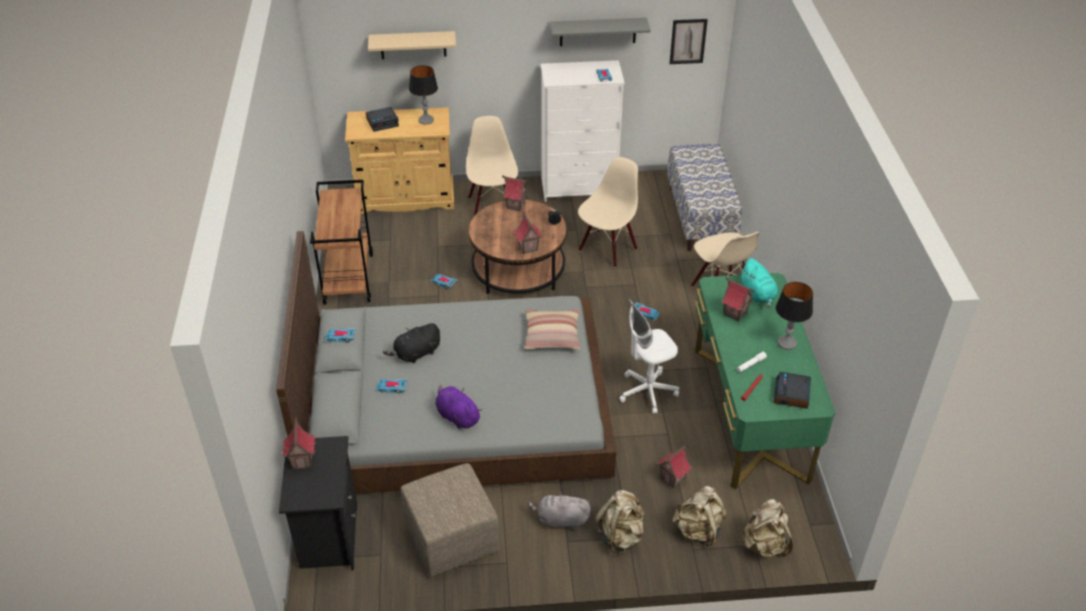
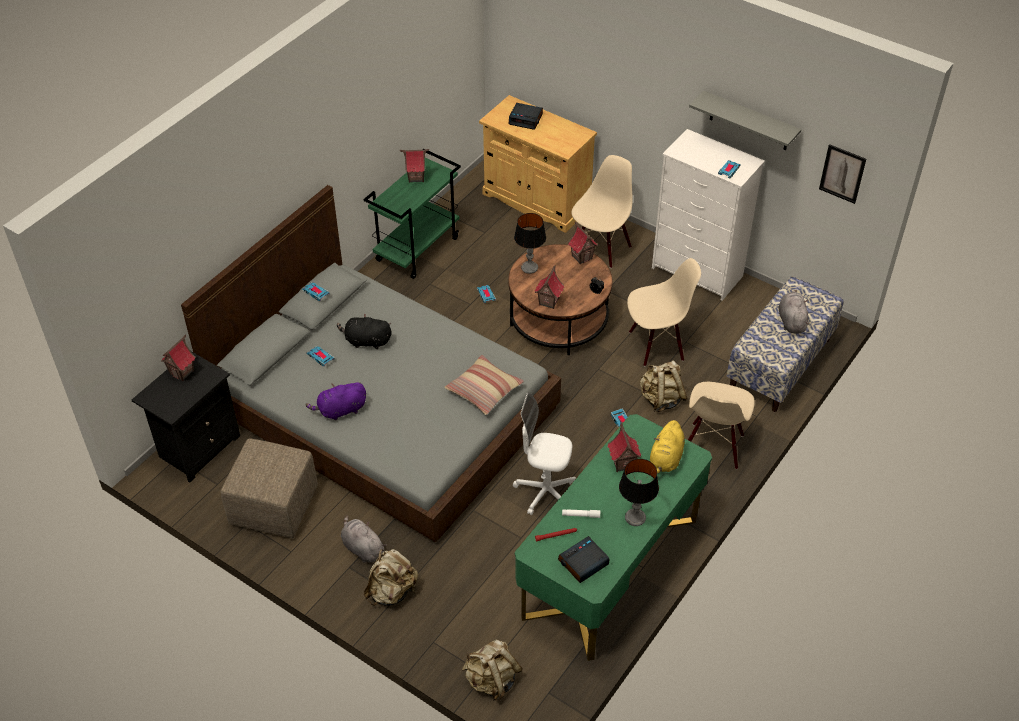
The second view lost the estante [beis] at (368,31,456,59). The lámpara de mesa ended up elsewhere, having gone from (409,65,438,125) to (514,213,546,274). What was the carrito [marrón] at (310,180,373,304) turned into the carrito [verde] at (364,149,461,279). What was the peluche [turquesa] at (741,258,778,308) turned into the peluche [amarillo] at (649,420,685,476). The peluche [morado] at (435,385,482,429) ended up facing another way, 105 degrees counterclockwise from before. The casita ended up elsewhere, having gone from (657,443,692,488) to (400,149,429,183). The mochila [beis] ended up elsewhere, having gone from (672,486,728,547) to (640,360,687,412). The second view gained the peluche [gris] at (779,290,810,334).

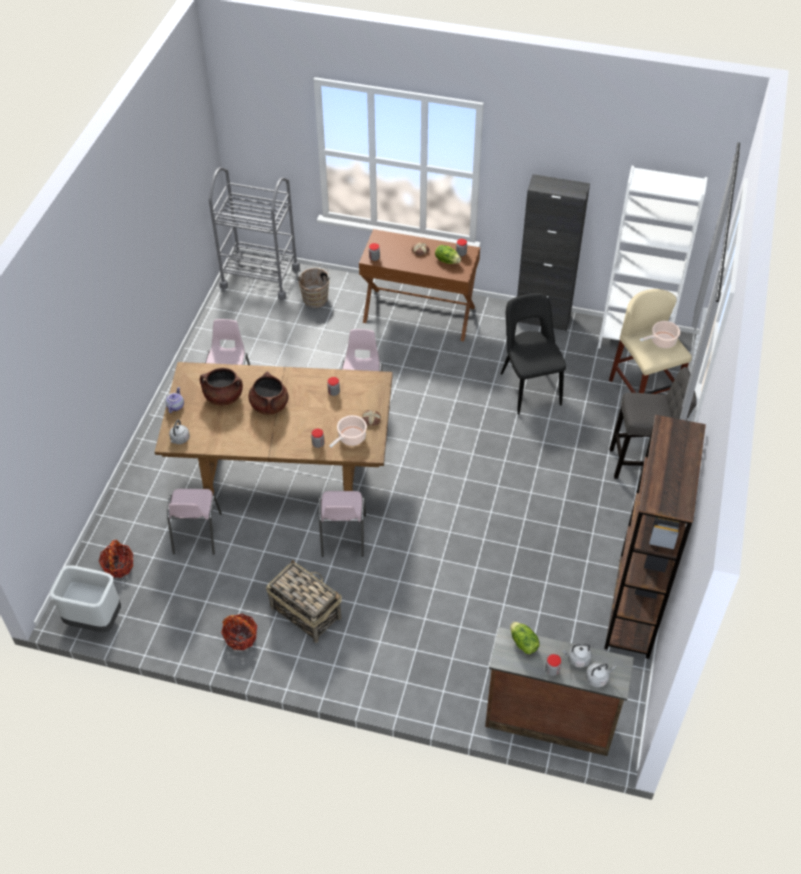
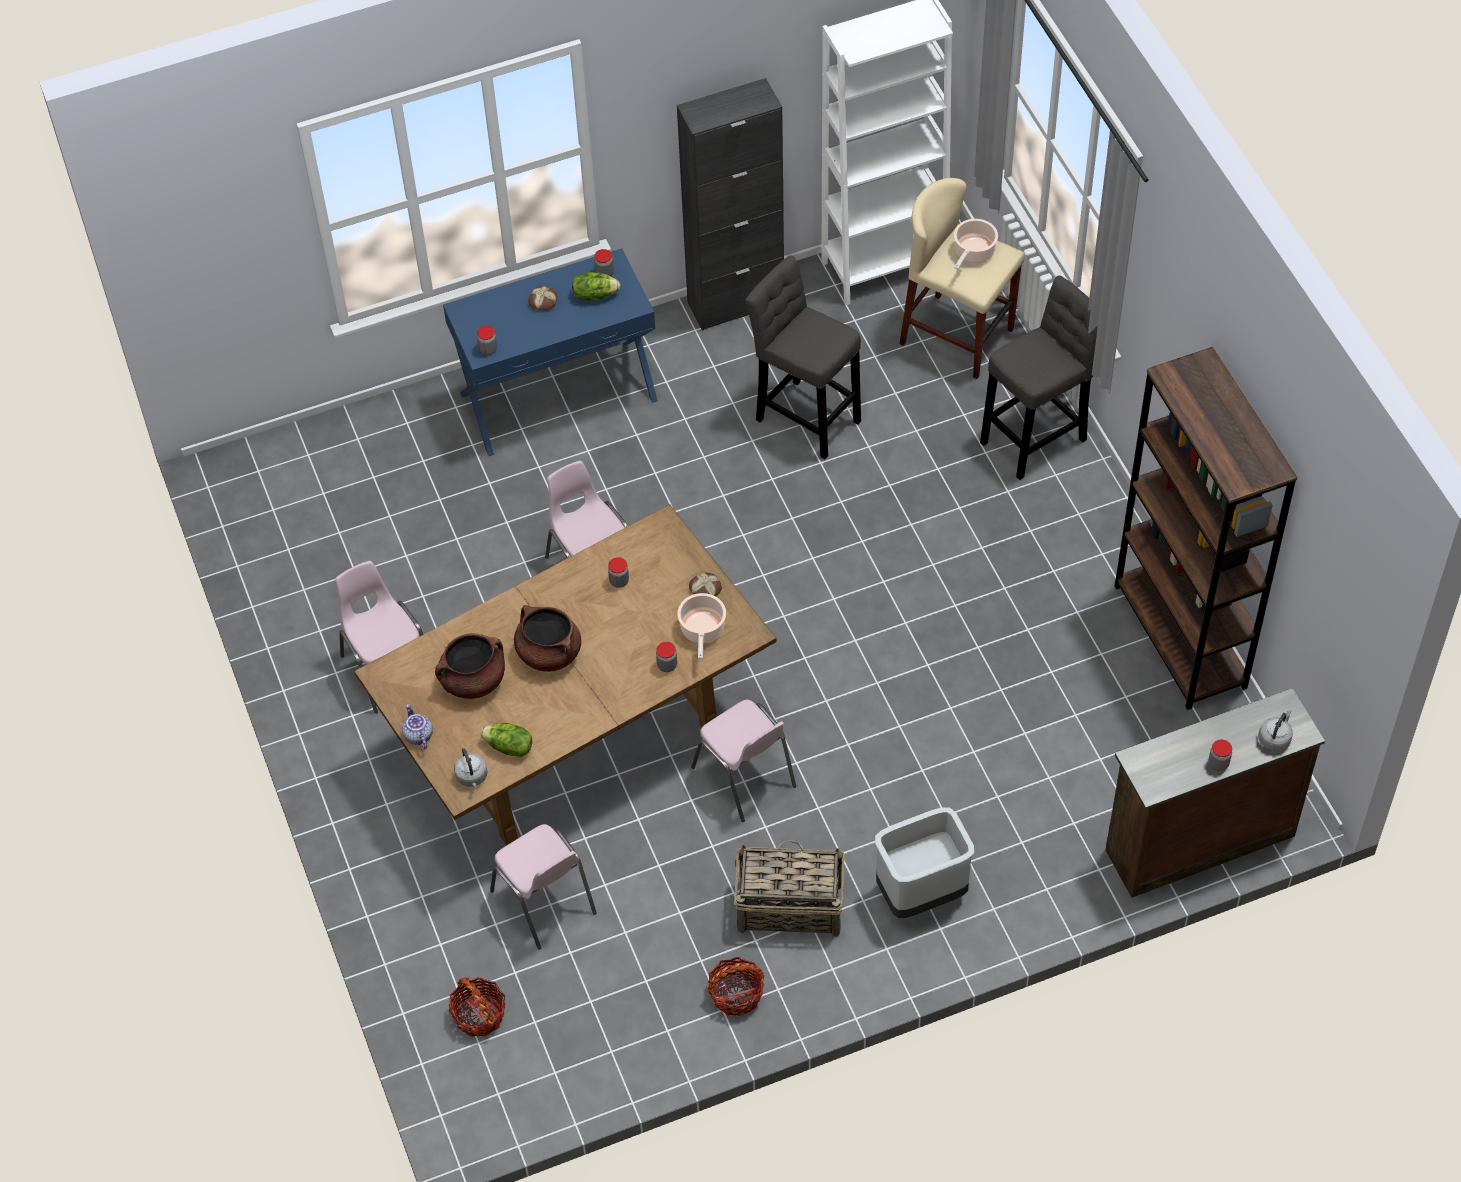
The second view lost the carrito [gris] at (209,167,300,300). What was the mesa consola [marrón] at (359,229,480,341) turned into the mesa consola [azul] at (443,248,658,456). The second view lost the cubo [marrón] at (297,265,330,308). Where the silla [negro] stood at (501,293,566,415), the taburete [gris] came to stand at (745,255,861,459). The papelera [gris] ended up elsewhere, having gone from (50,565,121,632) to (875,807,974,918). The lechuga ended up elsewhere, having gone from (510,622,540,654) to (481,723,532,757). The second view lost the hervidor [gris] at (562,644,592,668).

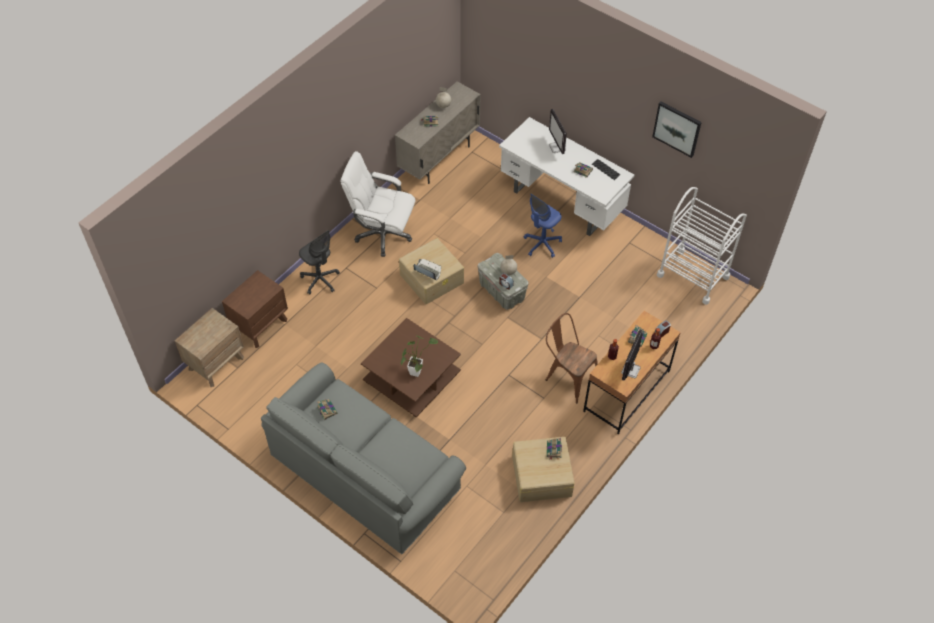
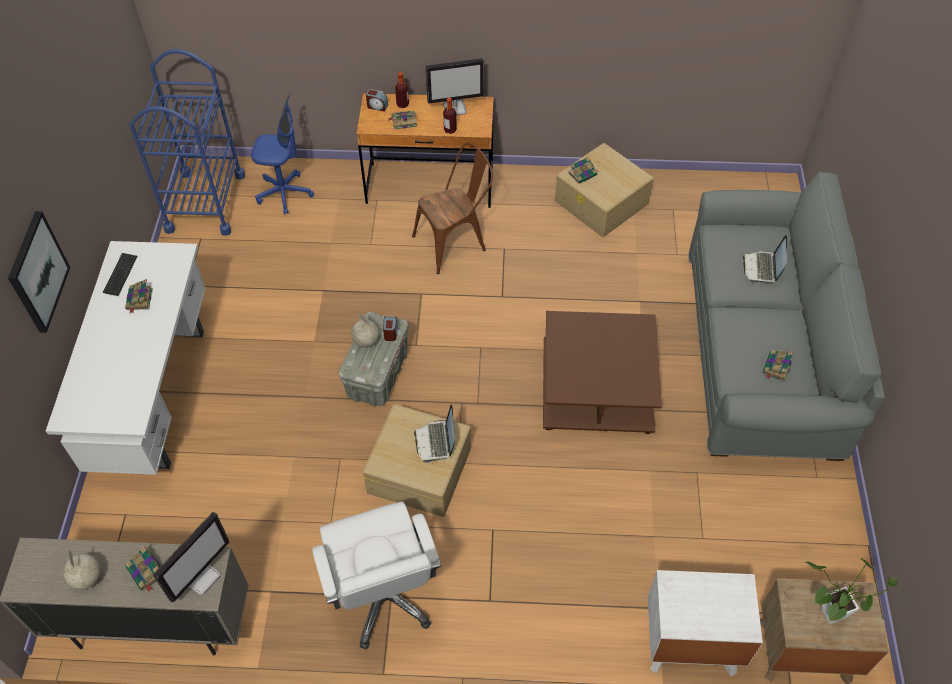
The cuadro ended up elsewhere, having gone from (652,102,702,158) to (8,211,70,333). The monitor ended up elsewhere, having gone from (549,109,567,154) to (153,512,229,602). What was the carrito [blanco] at (657,187,747,305) turned into the carrito [azul] at (129,49,245,236). The silla de oficina [azul] ended up elsewhere, having gone from (524,194,562,258) to (251,95,314,215). The second view lost the silla de oficina [gris] at (299,230,340,294). What was the mesita de noche [marrón] at (222,270,288,348) turned into the mesita de noche [blanco] at (647,570,763,676). The silla [marrón] at (546,313,598,403) ended up facing another way, 120 degrees counterclockwise from before. The planta en maceta ended up elsewhere, having gone from (401,336,438,377) to (805,558,898,624). The second view gained the portátil at (743,235,787,283).

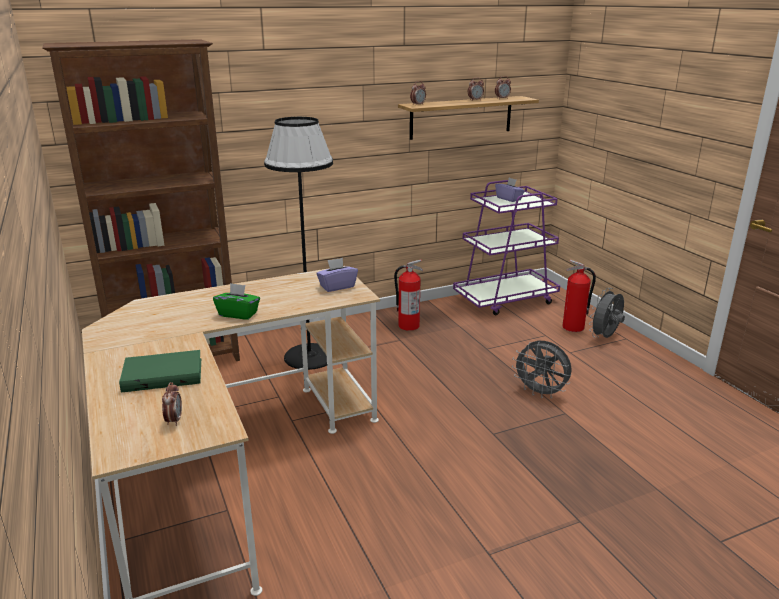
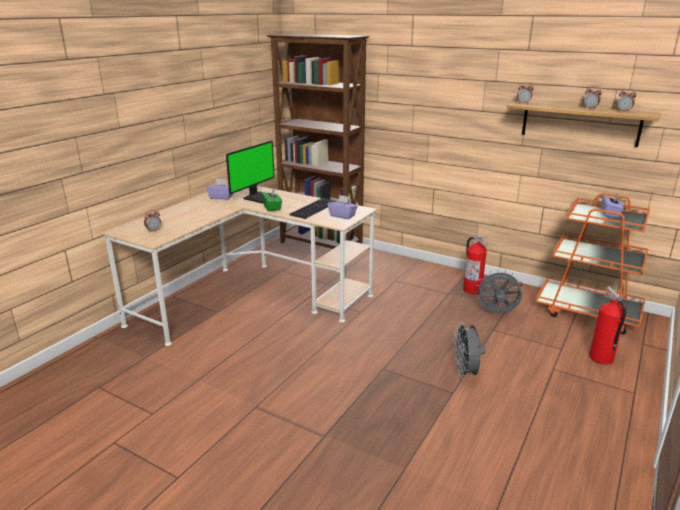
The second view lost the lámpara de pie [negro] at (264,117,333,370). What was the carrito [morado] at (453,180,560,315) turned into the carrito [naranja] at (536,193,650,334). The ventilador [gris] ended up elsewhere, having gone from (589,288,625,338) to (475,270,524,313). The second view lost the libro [verde] at (119,350,201,393). The second view gained the monitor at (226,141,274,203). The second view gained the caja de pañuelos [morado] at (206,179,233,200). The second view gained the teclado at (290,198,337,219).

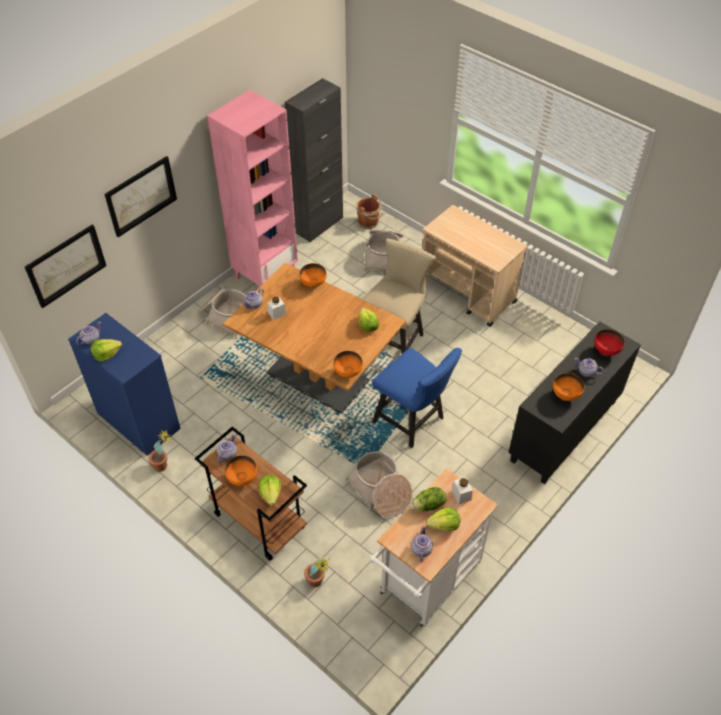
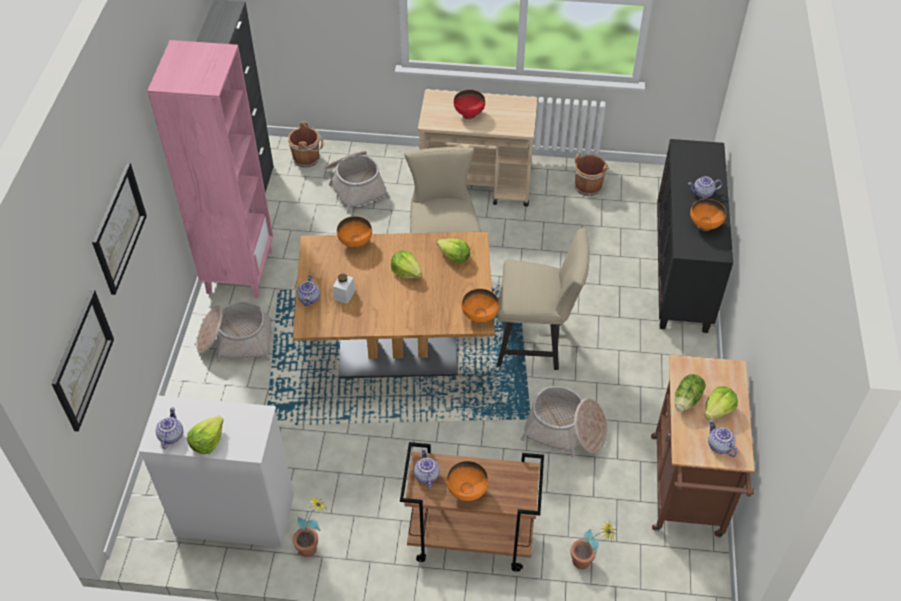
What was the cómoda [azul] at (68,313,181,456) turned into the cómoda [blanco] at (139,395,294,547). The cuenco [rojo] ended up elsewhere, having gone from (594,329,625,356) to (454,90,485,119). What was the silla [azul] at (372,348,462,448) turned into the silla [beis] at (497,228,590,370). What was the carrito [blanco] at (369,468,498,628) turned into the carrito [marrón] at (651,354,755,538). The lechuga ended up elsewhere, having gone from (259,475,281,506) to (391,250,422,278). The second view lost the tarro [blanco] at (452,477,473,504). The second view gained the cubo [marrón] at (574,153,609,196).

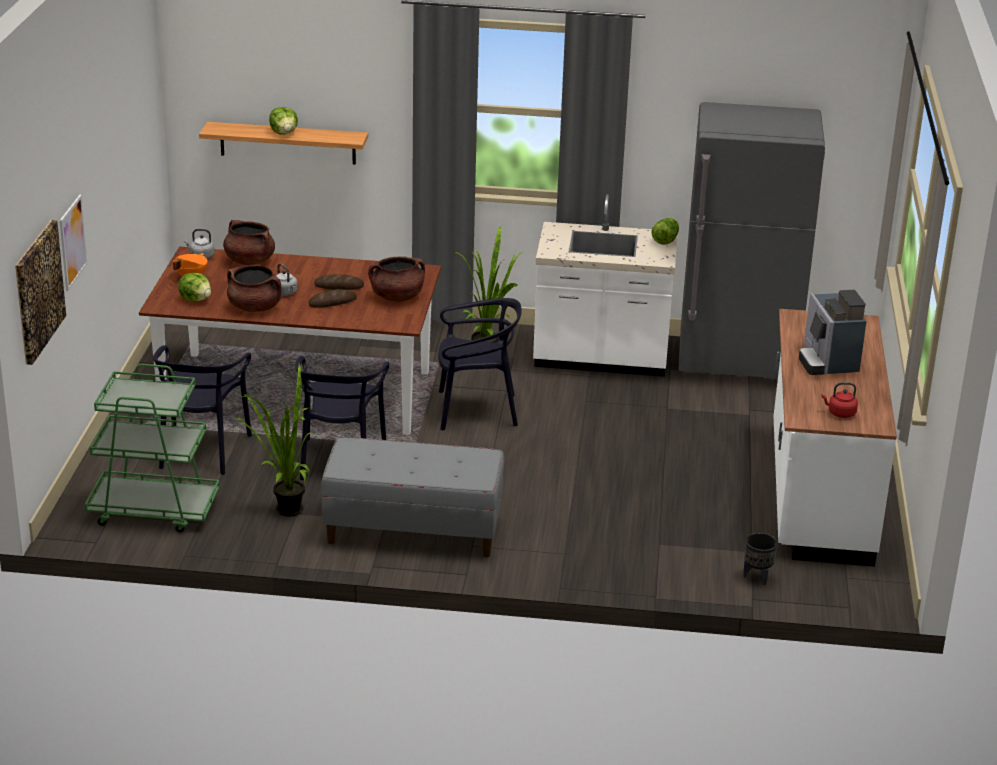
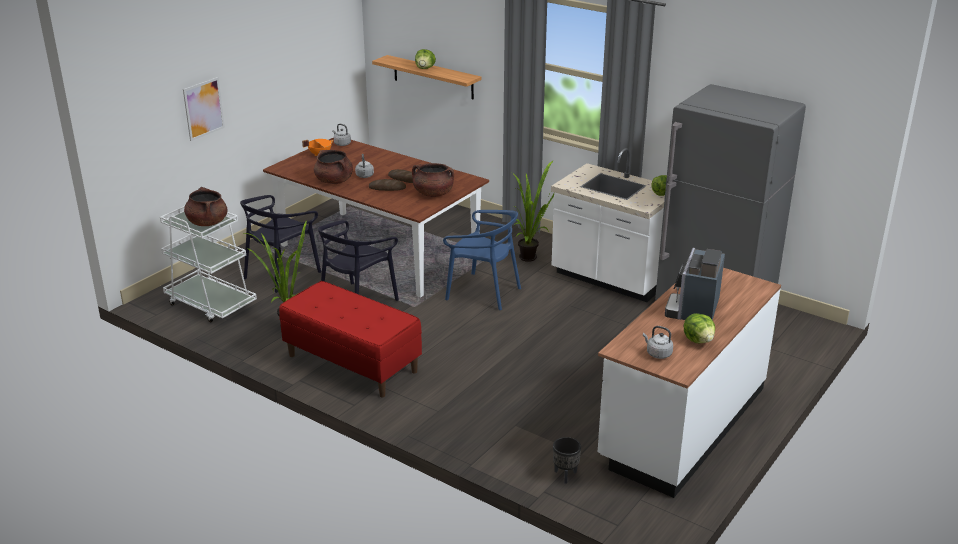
The second view lost the cuadro at (15,220,66,365). The olla [marrón] ended up elsewhere, having gone from (223,220,275,265) to (184,187,228,226). The lechuga ended up elsewhere, having gone from (178,273,211,302) to (684,313,715,343). What was the silla [negro] at (438,298,522,431) turned into the silla [azul] at (443,210,521,310). What was the carrito [verde] at (84,364,220,532) turned into the carrito [blanco] at (160,206,257,323). What was the hervidor [rojo] at (821,382,858,418) turned into the hervidor [gris] at (643,326,673,359). What was the banco [gris] at (321,437,504,558) turned into the banco [rojo] at (279,281,422,397).

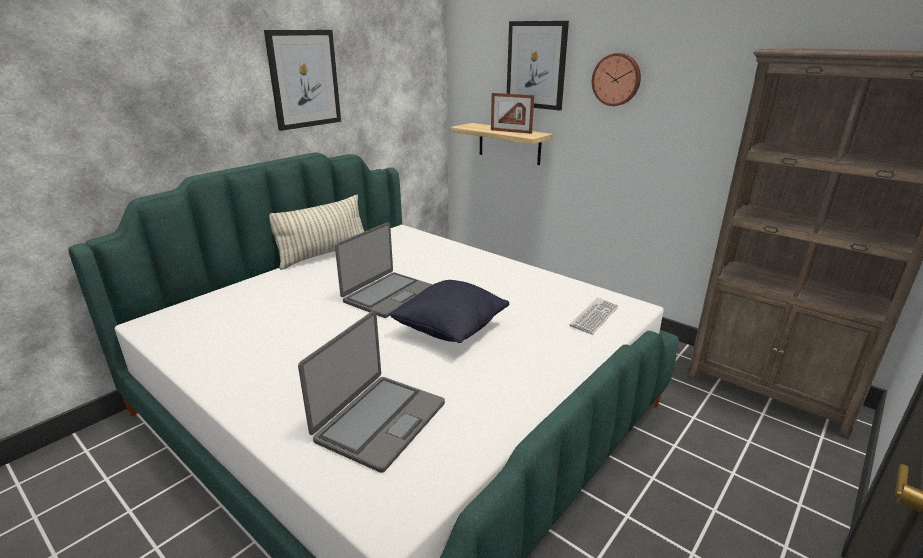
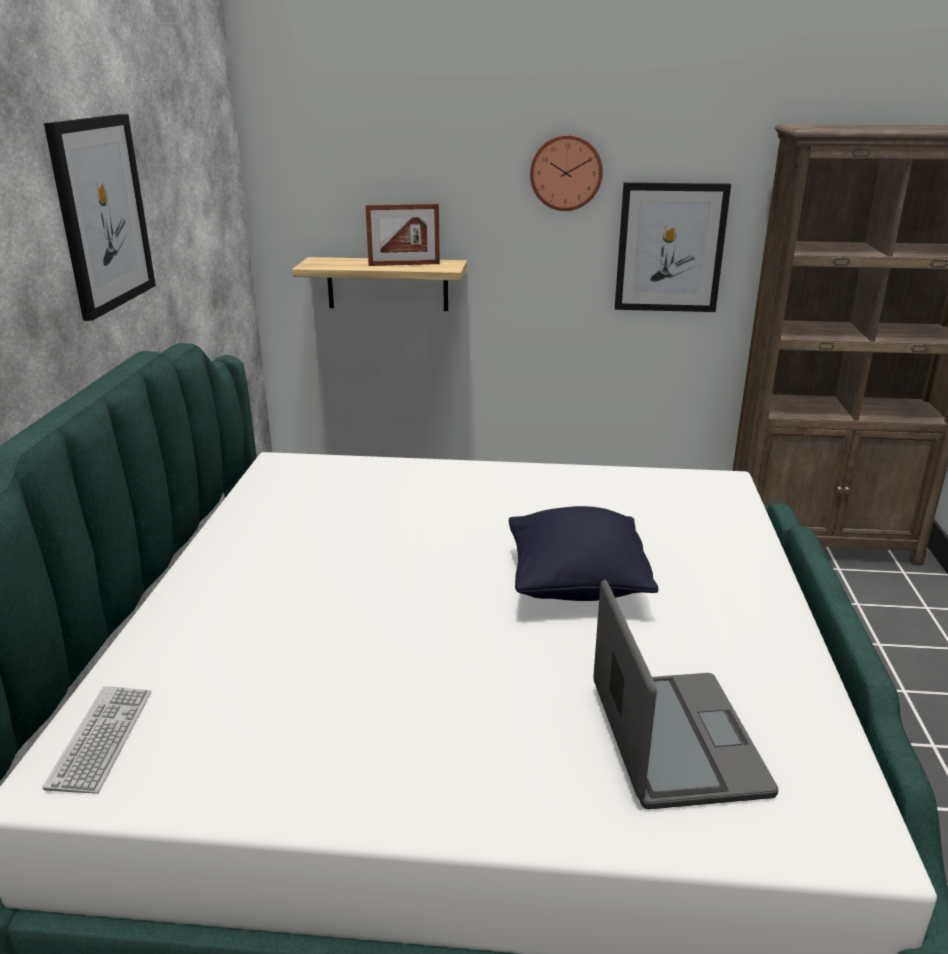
The cuadro ended up elsewhere, having gone from (507,21,569,111) to (615,182,731,312). The second view lost the cojín at (270,195,364,270). The second view lost the portátil at (335,222,433,318). The teclado ended up elsewhere, having gone from (570,297,619,335) to (43,686,151,794).

